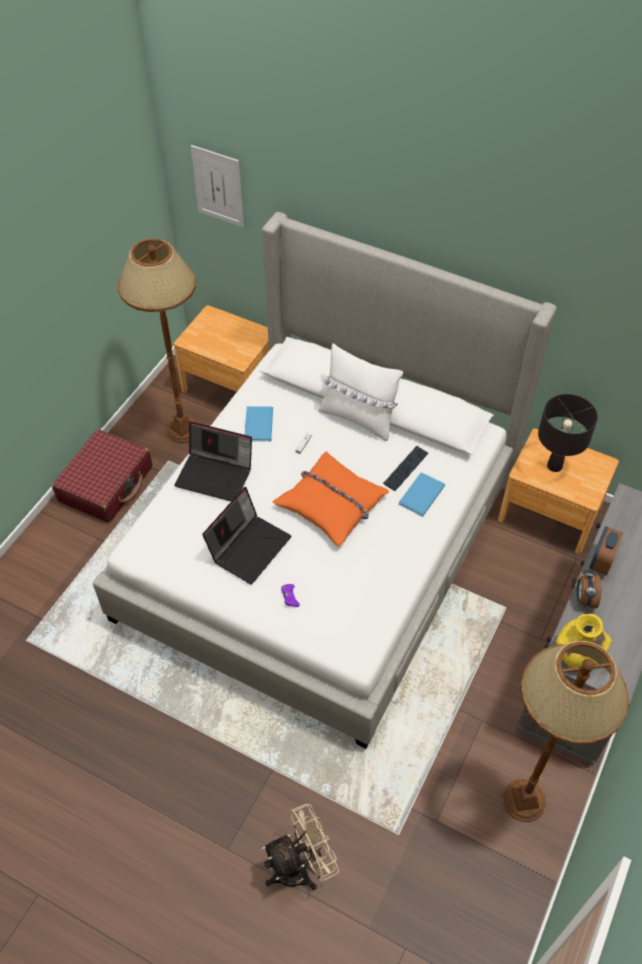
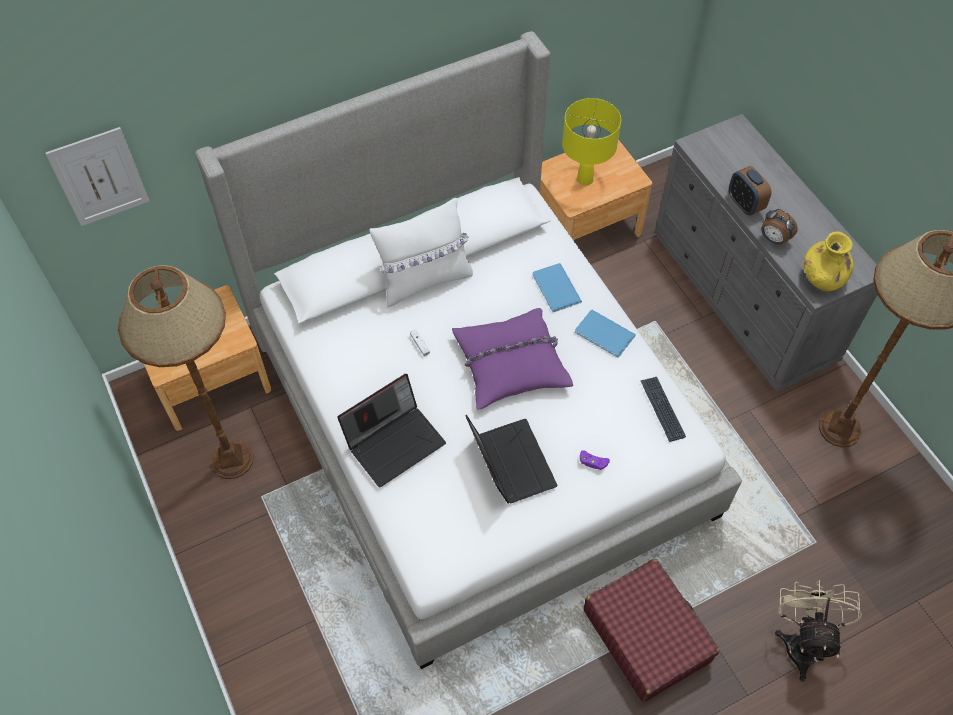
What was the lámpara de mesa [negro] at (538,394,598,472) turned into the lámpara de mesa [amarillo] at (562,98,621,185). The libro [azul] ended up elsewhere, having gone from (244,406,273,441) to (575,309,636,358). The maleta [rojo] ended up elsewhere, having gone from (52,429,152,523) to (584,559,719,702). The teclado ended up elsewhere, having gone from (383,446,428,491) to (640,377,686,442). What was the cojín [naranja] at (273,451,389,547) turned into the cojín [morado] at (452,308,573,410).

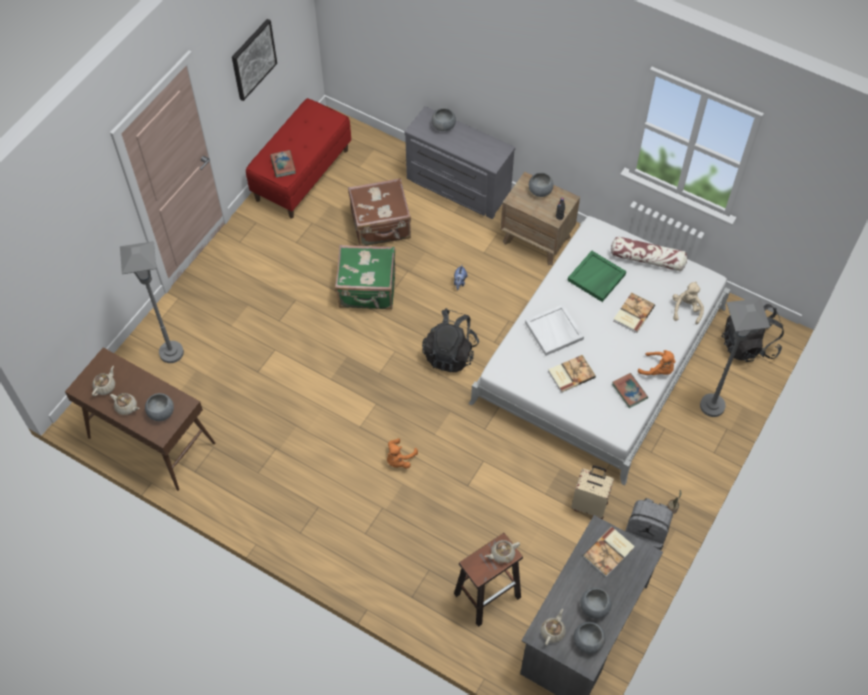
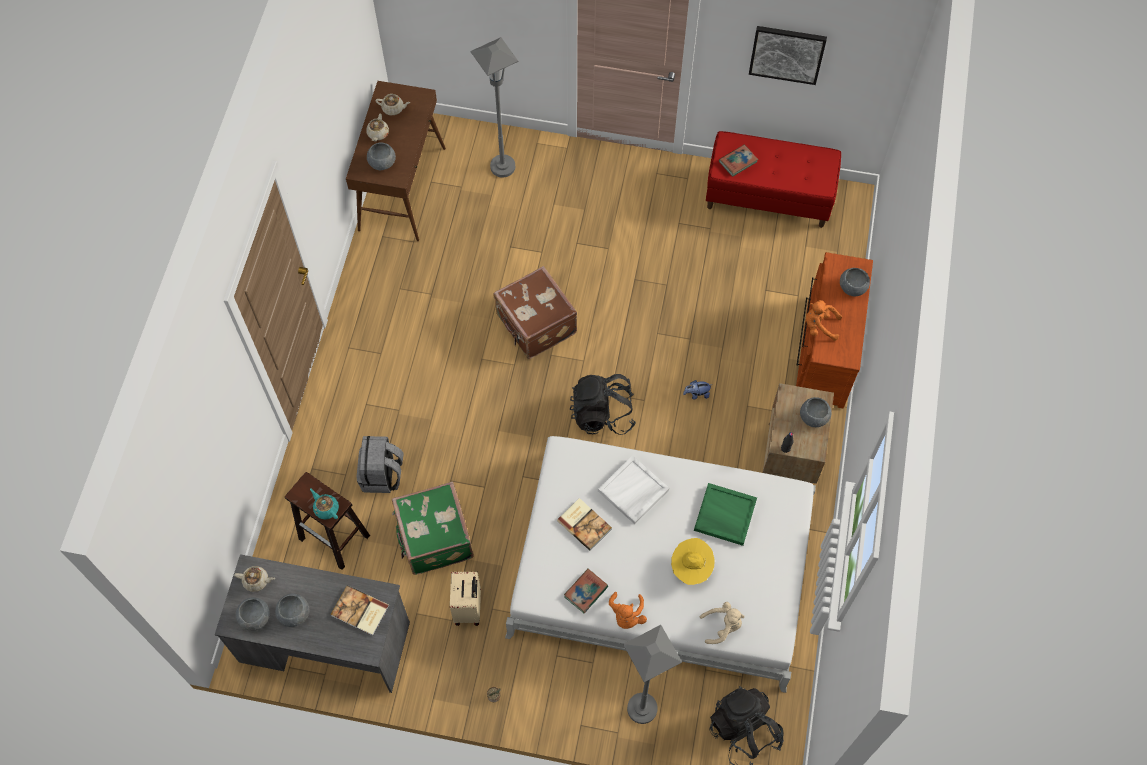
What was the cómoda [gris] at (405,106,515,219) turned into the cómoda [marrón] at (796,252,873,408). The maleta [marrón] ended up elsewhere, having gone from (348,178,411,246) to (493,266,577,359). The second view lost the cojín at (611,236,687,271). The maleta [verde] ended up elsewhere, having gone from (335,245,395,310) to (392,482,474,575). Where the libro stood at (613,293,655,333), the sombrero [amarillo] came to stand at (671,538,715,585). The peluche [naranja] ended up elsewhere, having gone from (387,438,418,469) to (806,300,842,341). The mochila [gris] ended up elsewhere, having gone from (625,498,673,550) to (357,436,404,493). What was the tetera [beis] at (485,540,520,564) turned into the tetera [turquesa] at (310,488,339,519).

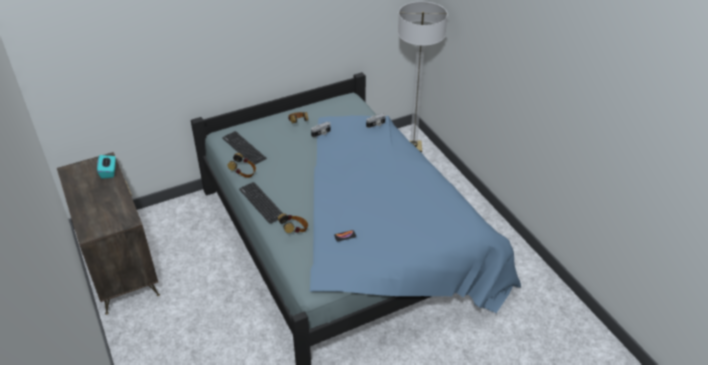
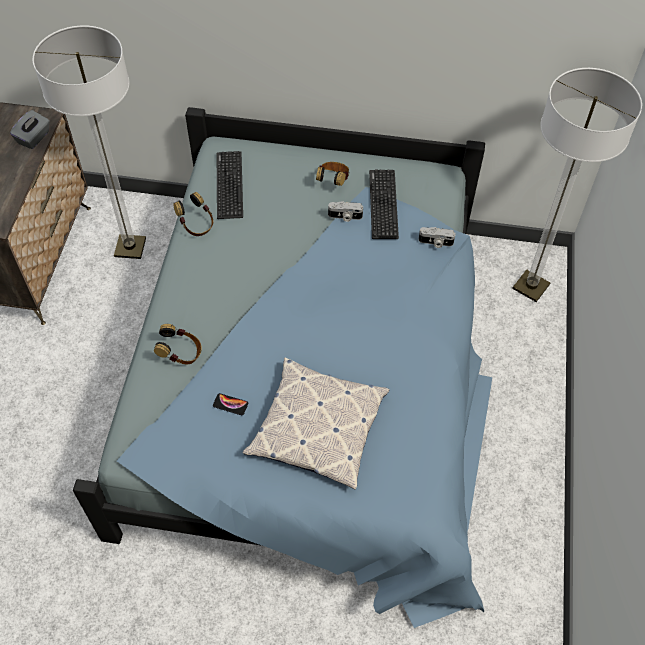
What was the caja de pañuelos [turquesa] at (97,155,116,179) turned into the caja de pañuelos [gris] at (10,110,50,149). The teclado ended up elsewhere, having gone from (239,182,283,224) to (369,170,399,239). The second view gained the lámpara de pie at (33,25,146,259). The second view gained the cojín at (243,358,390,490).

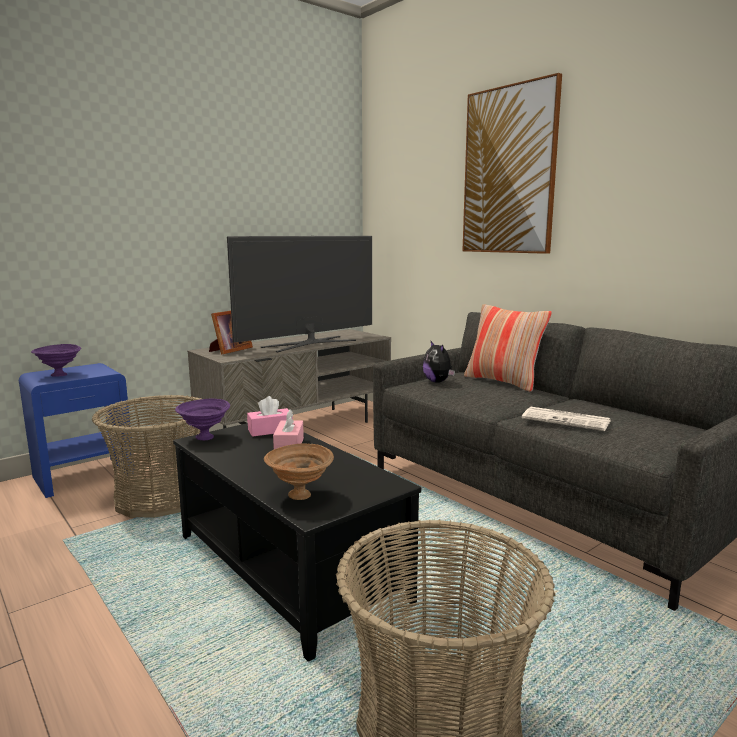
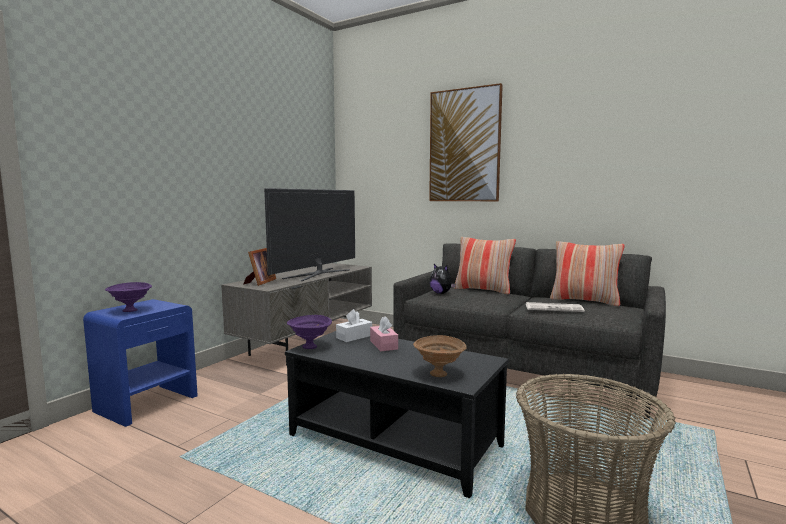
The second view lost the cesta at (92,395,201,518). What was the caja de pañuelos [rosa] at (247,396,293,437) turned into the caja de pañuelos [blanco] at (336,309,372,342). The second view gained the cojín at (550,241,625,307).

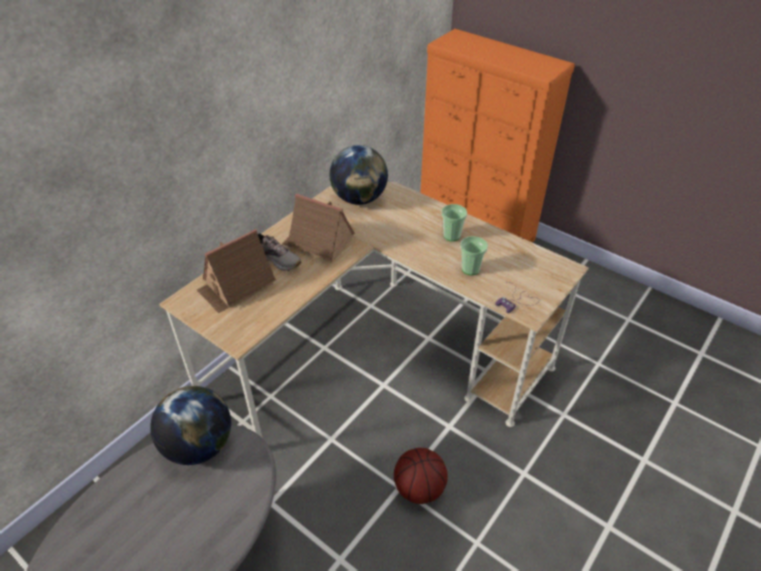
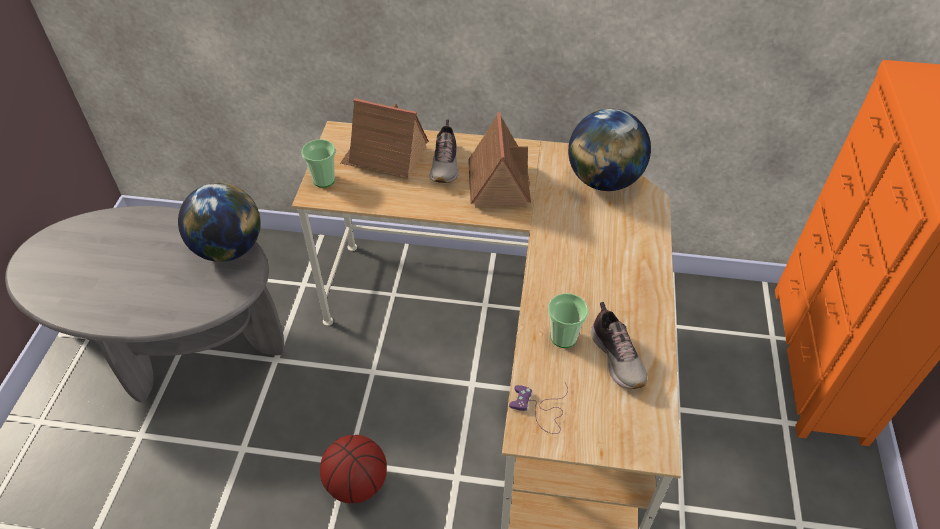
The taza ended up elsewhere, having gone from (442,204,467,241) to (302,139,335,188). The second view gained the zapato at (591,302,647,389).

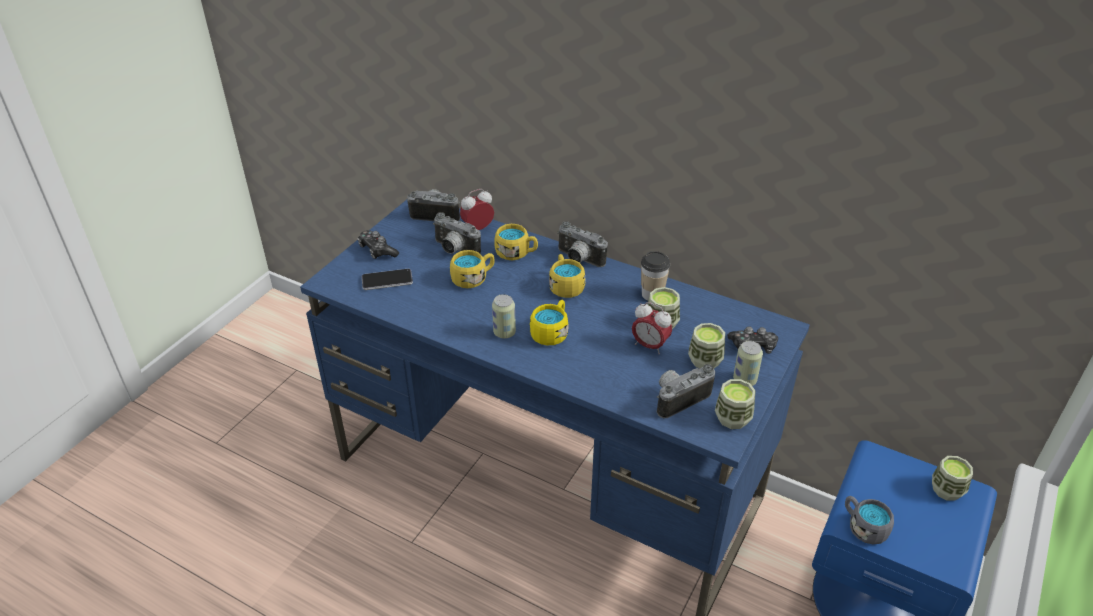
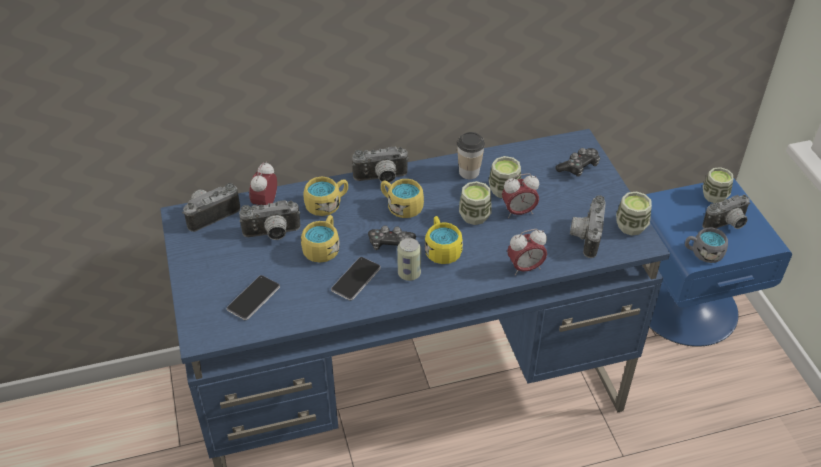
The mando de consola ended up elsewhere, having gone from (357,230,399,259) to (368,226,416,250). The taza ended up elsewhere, having gone from (688,323,725,368) to (459,181,492,225). The second view lost the lata at (733,341,763,386). The second view gained the cámara at (702,195,750,229). The second view gained the despertador at (507,229,547,275). The second view gained the móvil at (331,257,381,300).

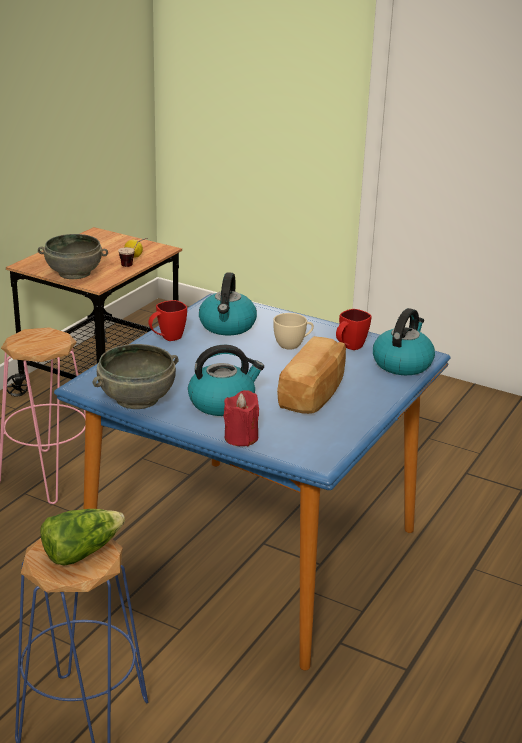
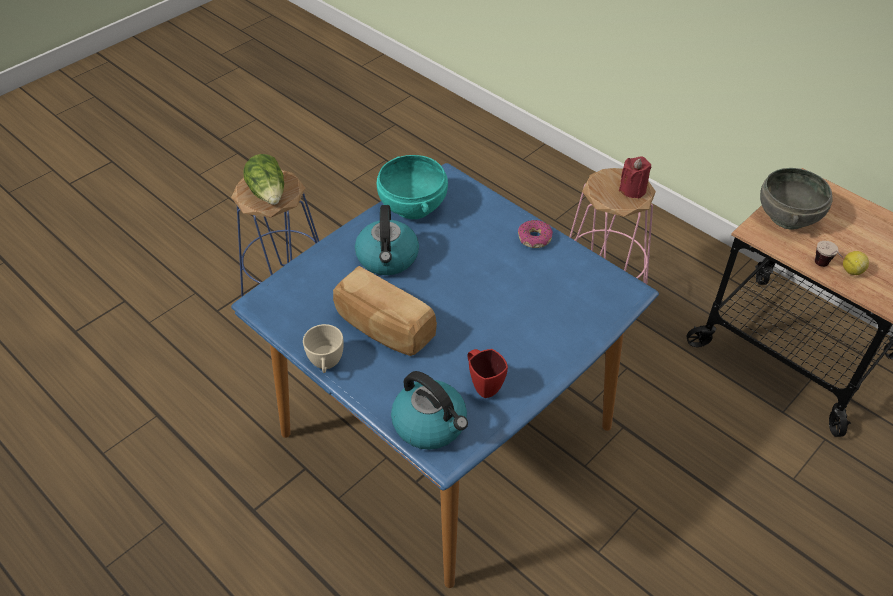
The second view lost the hervidor at (199,272,257,335). Where the taza grande [rojo] stood at (148,300,187,341), the rosquilla came to stand at (518,220,553,248). The taza [beis] ended up elsewhere, having gone from (273,313,314,349) to (303,324,344,373). What was the cuenco [gris] at (93,344,178,409) turned into the cuenco [turquesa] at (377,155,448,219). The vela [rojo] ended up elsewhere, having gone from (223,390,259,446) to (619,156,651,198).

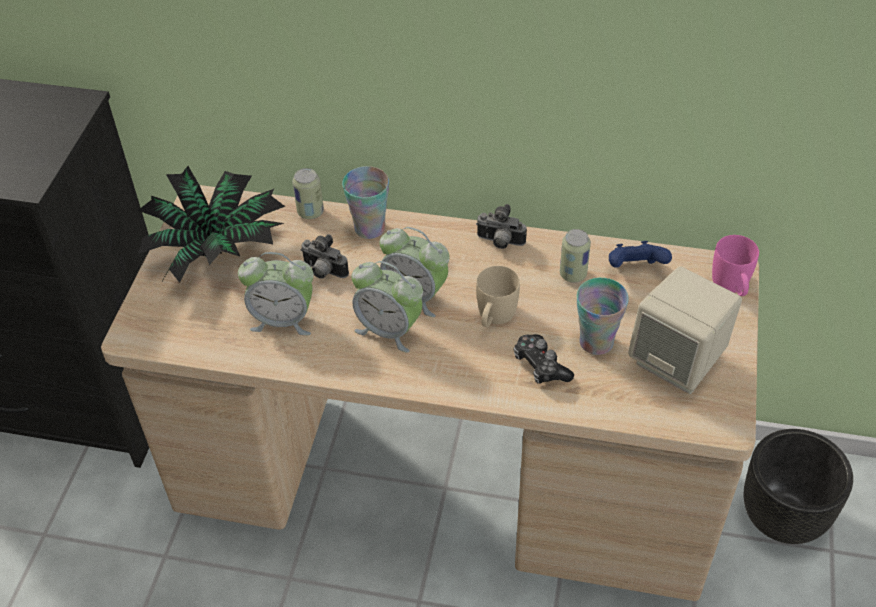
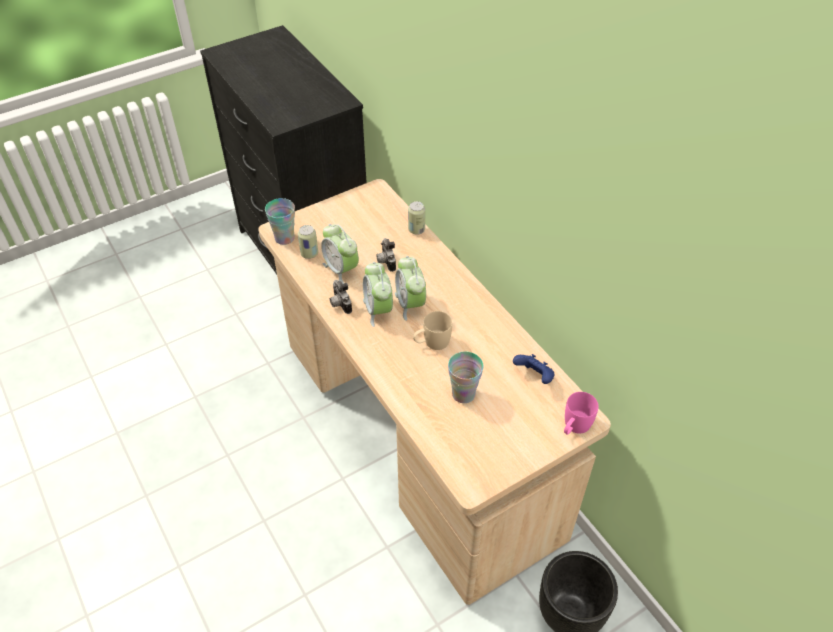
The second view lost the planta en maceta at (137,166,285,285). The taza ended up elsewhere, having gone from (342,166,389,239) to (265,198,295,245). The cámara ended up elsewhere, having gone from (476,204,527,249) to (330,280,352,314). The lata ended up elsewhere, having gone from (560,229,591,283) to (298,225,318,259). The second view lost the altavoz [beis] at (628,266,742,394). The second view lost the mando de consola at (514,334,574,384).

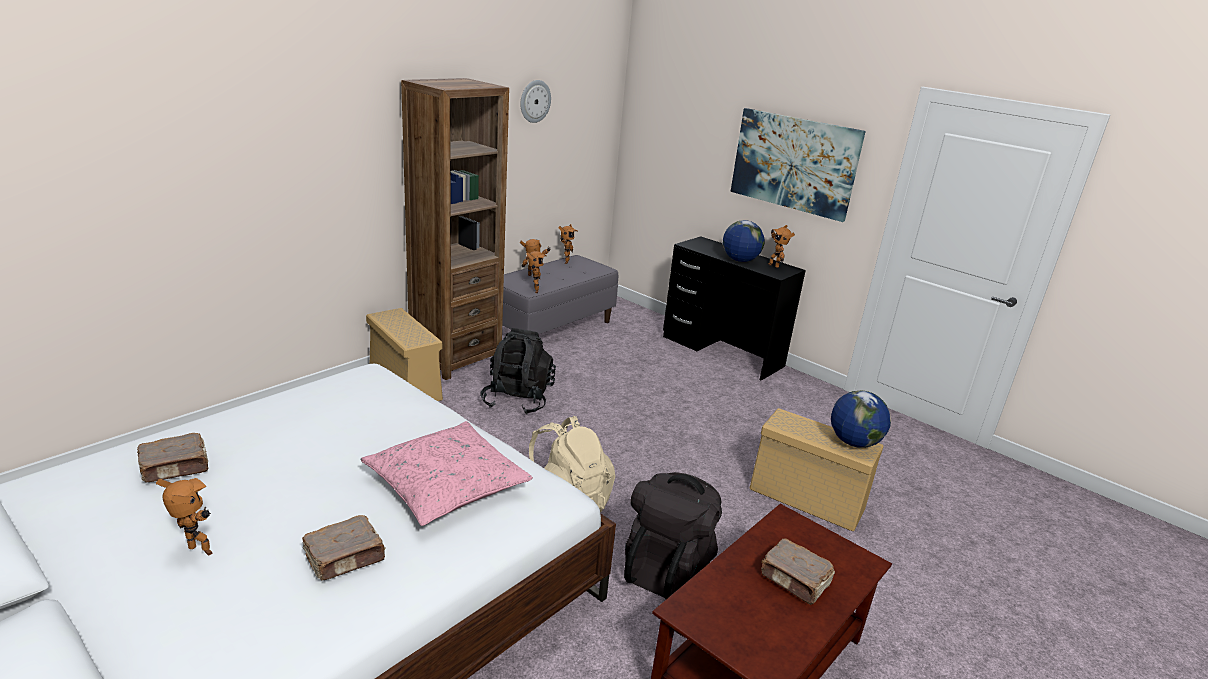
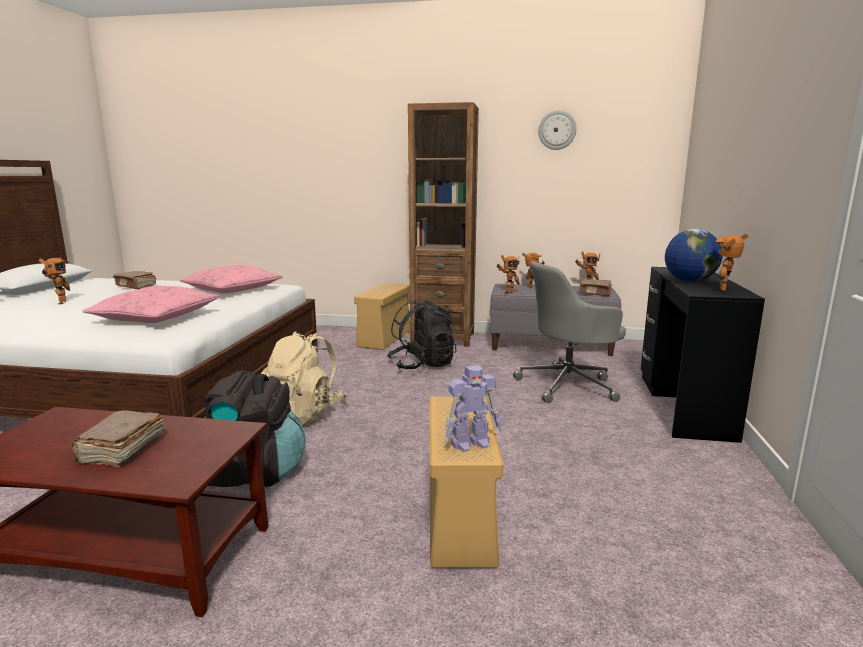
The second view lost the cuadro at (731,108,866,222). Where the globo terráqueo stood at (831,390,891,448), the robot de juguete came to stand at (445,365,502,452). The libro [marrón] ended up elsewhere, having gone from (302,515,385,580) to (579,279,612,296). The second view gained the silla de oficina [gris] at (513,261,626,403). The second view gained the cojín [rosa] at (180,265,283,293).

